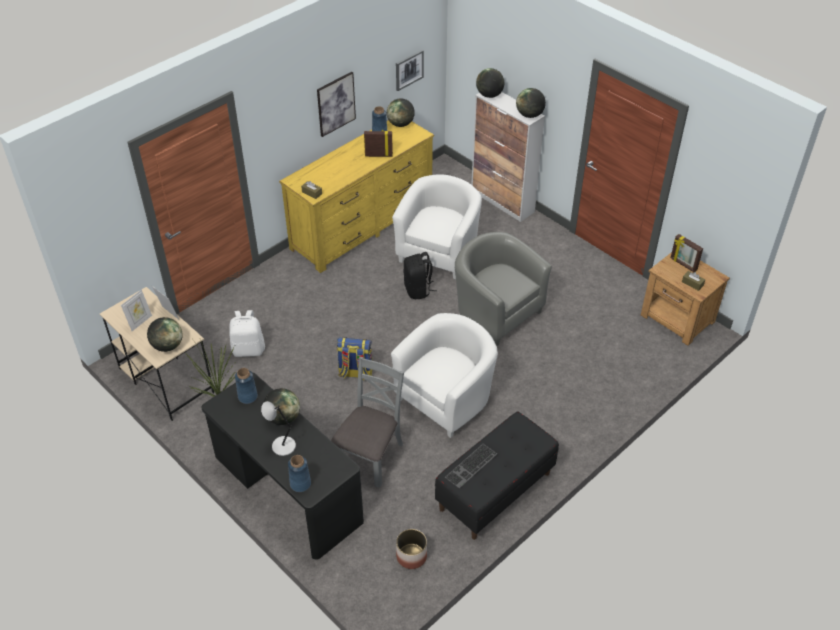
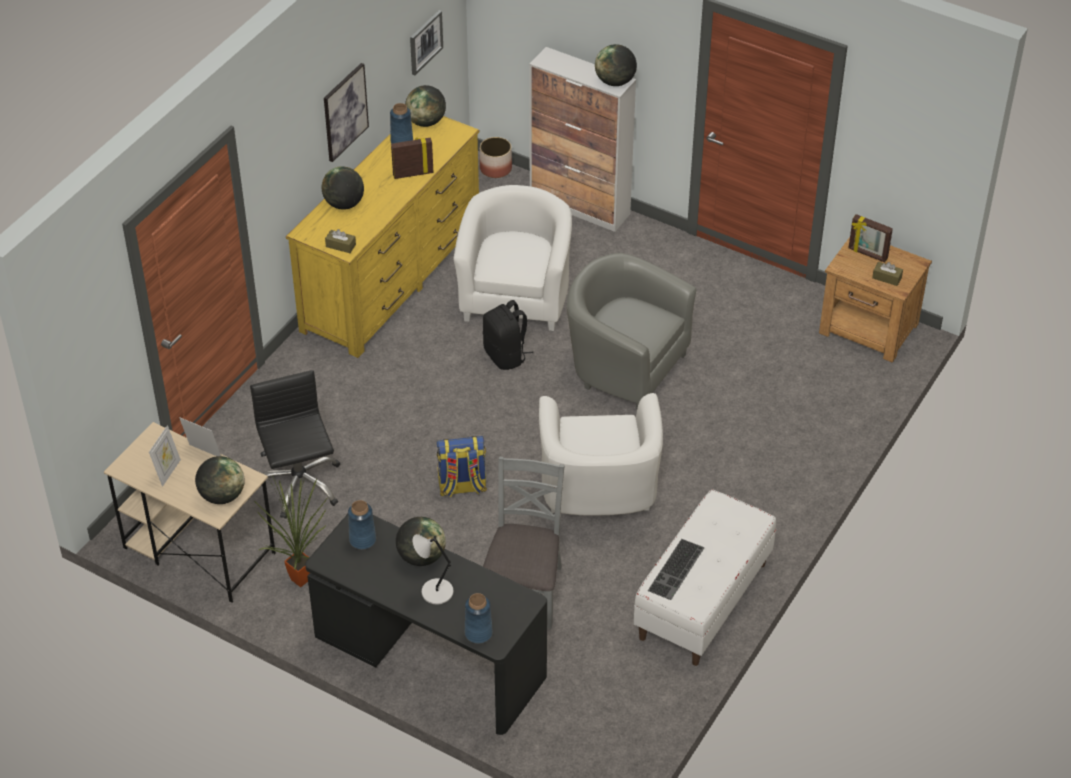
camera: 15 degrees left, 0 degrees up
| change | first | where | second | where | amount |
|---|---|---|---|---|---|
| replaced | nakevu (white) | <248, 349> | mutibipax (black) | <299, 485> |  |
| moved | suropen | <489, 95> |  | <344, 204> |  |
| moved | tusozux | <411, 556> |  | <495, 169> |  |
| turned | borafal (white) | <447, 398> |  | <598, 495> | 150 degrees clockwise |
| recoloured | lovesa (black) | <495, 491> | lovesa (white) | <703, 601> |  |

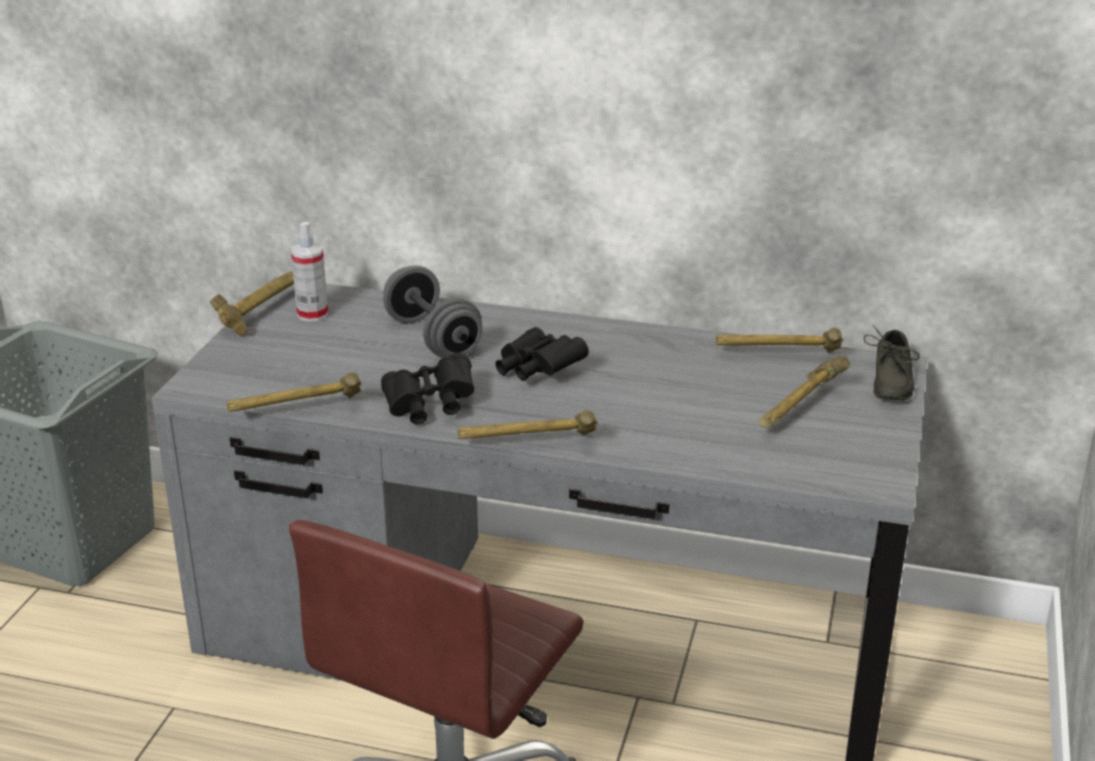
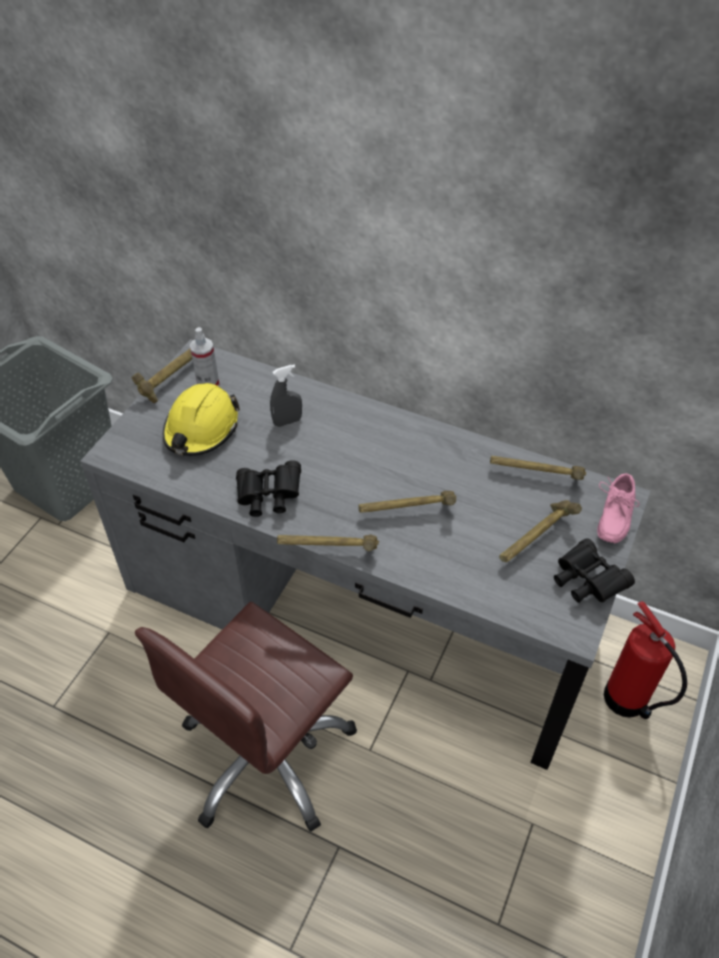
camera: 10 degrees right, 20 degrees up
| change | first | where | second | where | amount |
|---|---|---|---|---|---|
| added |  |  | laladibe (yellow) | <201, 429> |  |
| replaced | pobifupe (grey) | <433, 338> | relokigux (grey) | <287, 422> |  |
| moved | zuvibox | <296, 412> |  | <407, 511> |  |
| moved | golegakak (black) | <537, 370> |  | <586, 581> |  |
| recoloured | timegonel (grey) | <887, 383> | timegonel (pink) | <611, 516> |  |
| added |  |  | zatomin | <627, 701> |  |

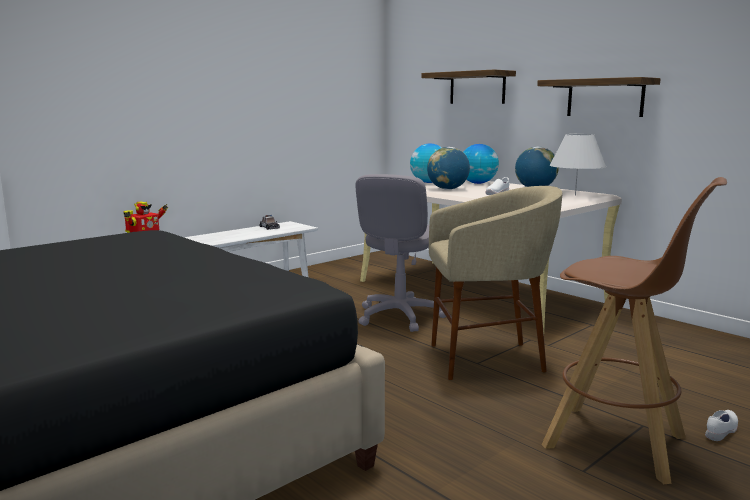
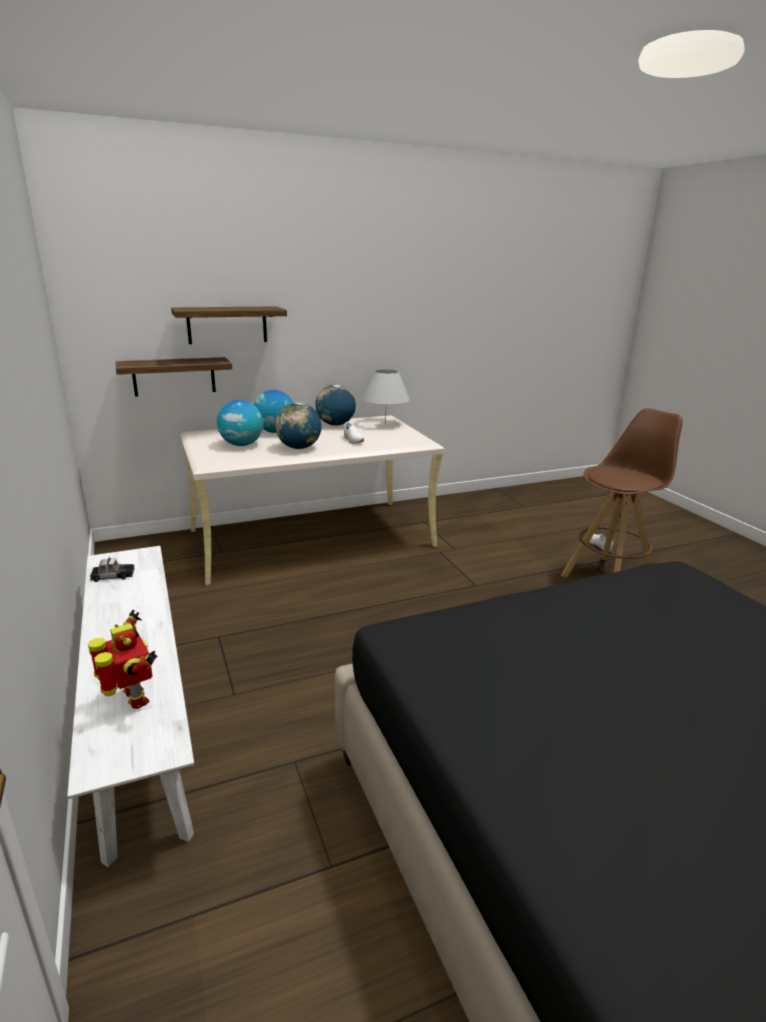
camera: 70 degrees left, 10 degrees up
| change | first | where | second | where | amount |
|---|---|---|---|---|---|
| moved | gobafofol | <605, 98> |  | <174, 376> |  |
| removed | mutibipax (grey) | <399, 316> |  |  |  |
| removed | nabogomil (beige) | <487, 359> |  |  |  |

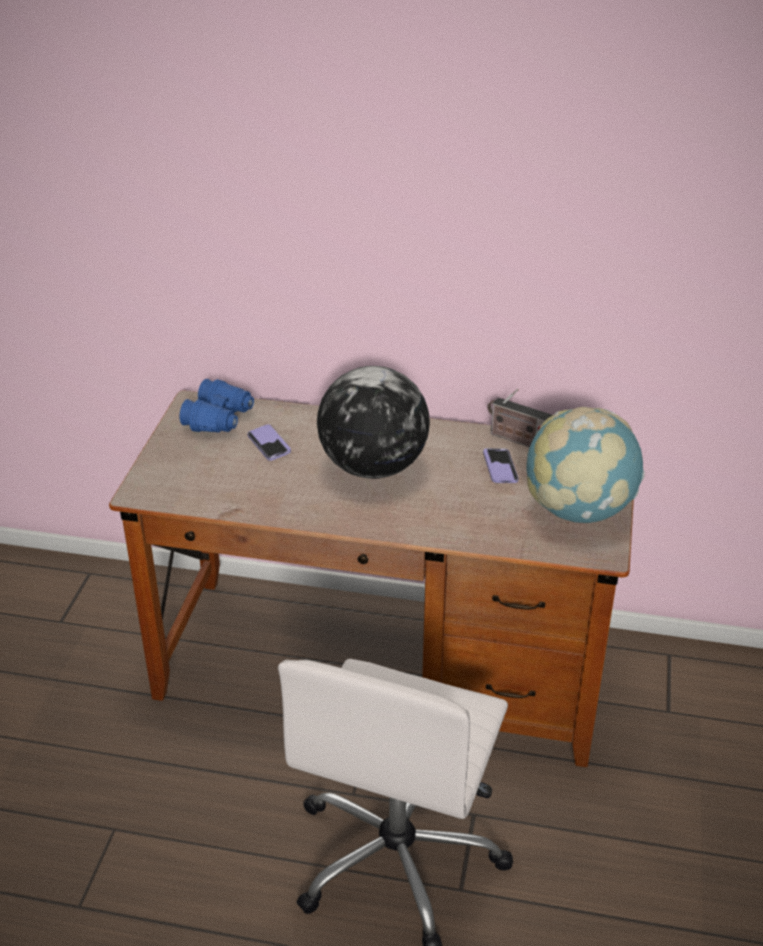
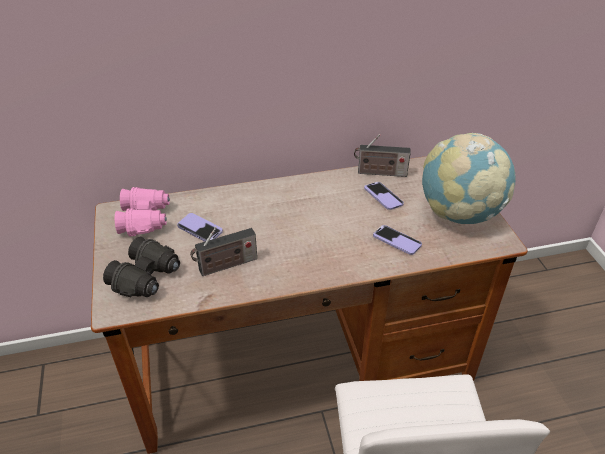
camera: 25 degrees left, 5 degrees up
| change | first | where | second | where | amount |
|---|---|---|---|---|---|
| added |  |  | golegakak (black) | <147, 277> |  |
| recoloured | golegakak (blue) | <220, 419> | golegakak (pink) | <145, 219> |  |
| added |  |  | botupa | <225, 266> |  |
| added |  |  | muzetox | <397, 241> |  |
| removed | suropen | <372, 467> |  |  |  |

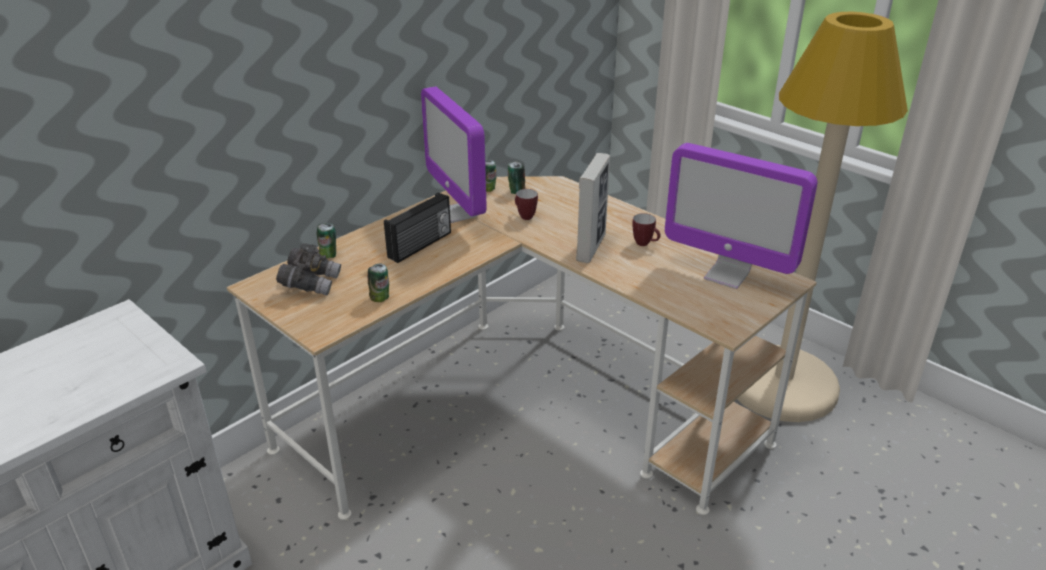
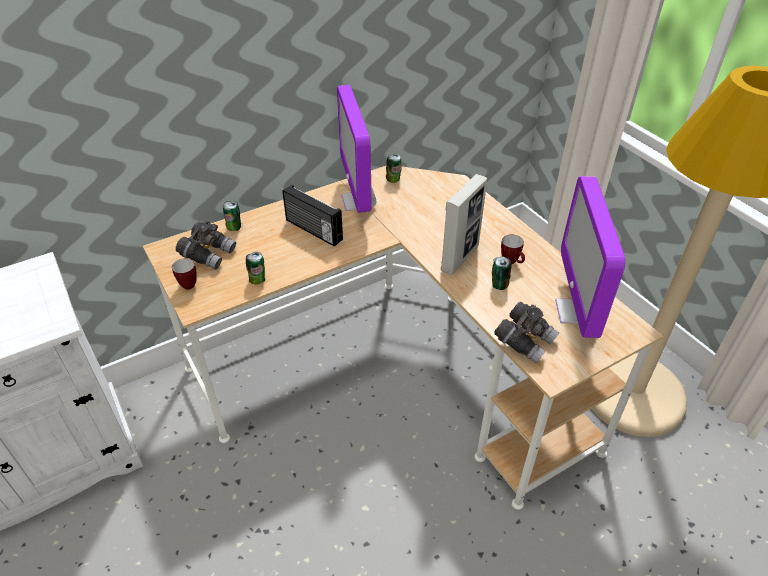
camera: 15 degrees right, 10 degrees up
| change | first | where | second | where | amount |
|---|---|---|---|---|---|
| moved | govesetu | <524, 216> |  | <187, 284> |  |
| turned | botupa | <421, 245> |  | <313, 230> | 75 degrees clockwise |
| moved | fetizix | <516, 191> |  | <498, 285> |  |
| added |  |  | golegakak (grey) | <524, 341> |  |
| turned | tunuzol | <727, 275> |  | <576, 312> | 45 degrees clockwise |

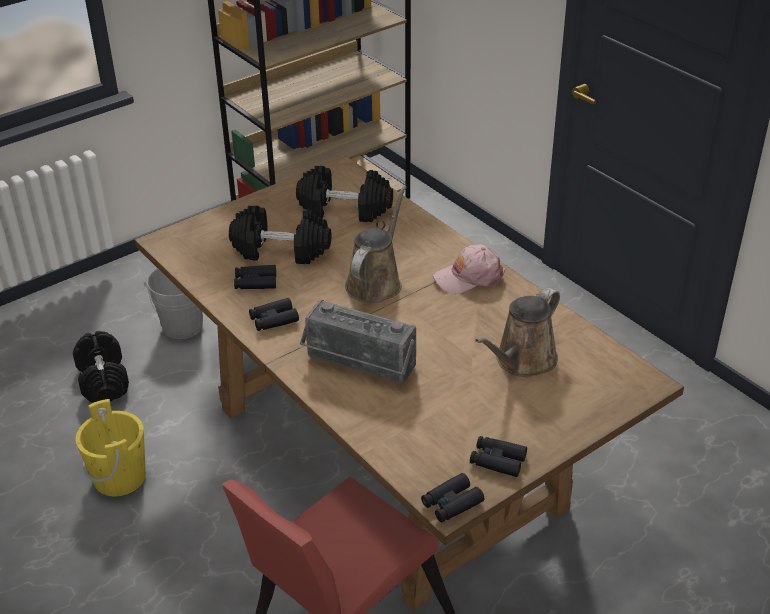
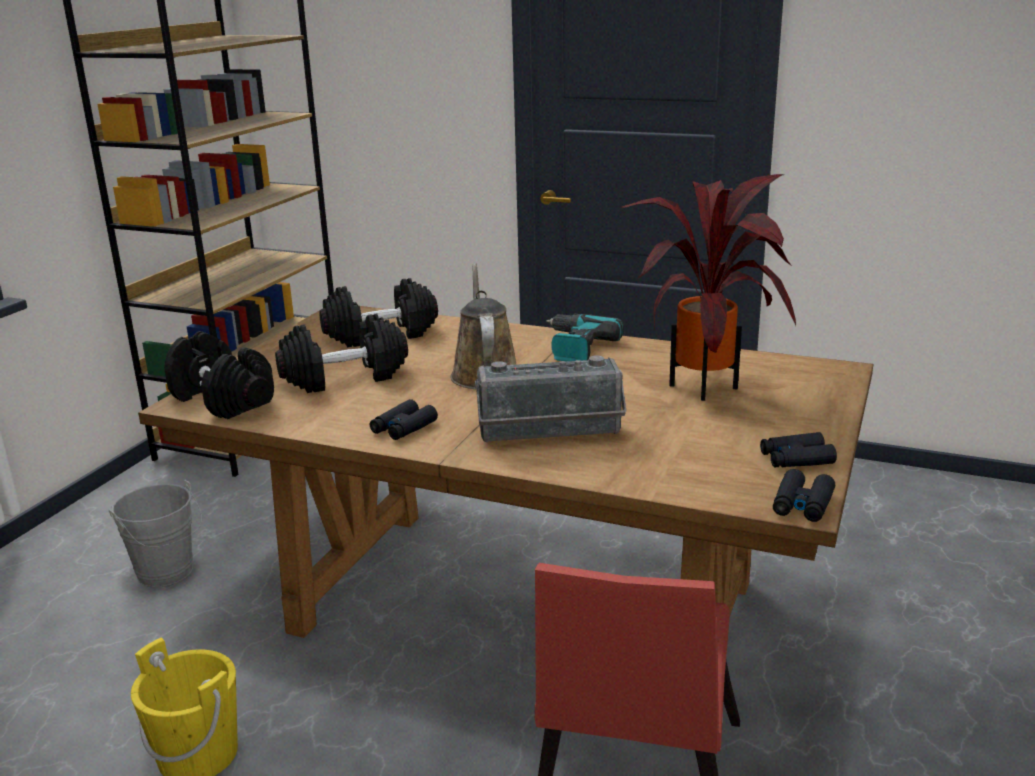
camera: 30 degrees left, 15 degrees down
| change | first | where | second | where | amount |
|---|---|---|---|---|---|
| moved | pobifupe (black) | <103, 380> |  | <221, 400> |  |
| replaced | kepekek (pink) | <469, 277> | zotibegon | <575, 348> |  |
| replaced | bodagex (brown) | <522, 361> | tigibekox | <711, 386> |  |
| removed | golegakak (black) | <255, 282> |  |  |  |

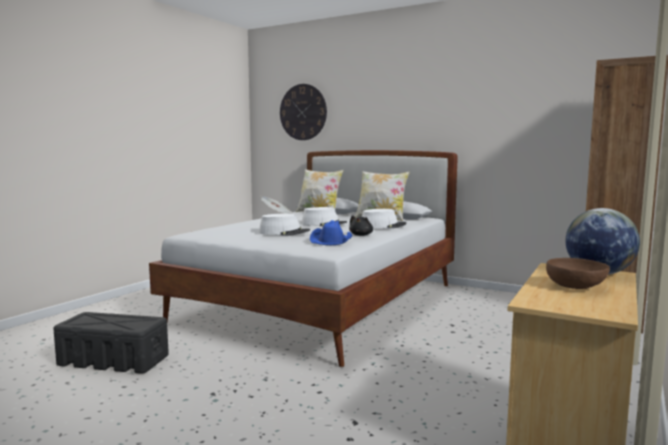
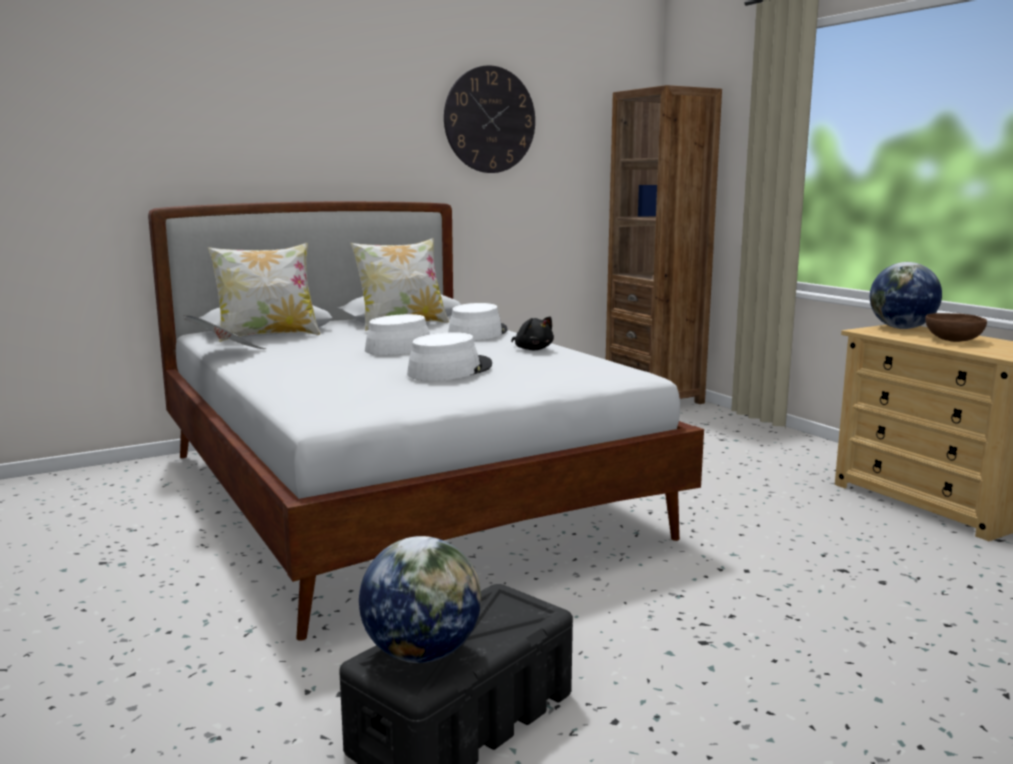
camera: 60 degrees left, 5 degrees up
| change | first | where | second | where | amount |
|---|---|---|---|---|---|
| added |  |  | suropen | <422, 653> |  |
| moved | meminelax | <303, 112> |  | <489, 120> |  |
| removed | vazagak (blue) | <331, 241> |  |  |  |

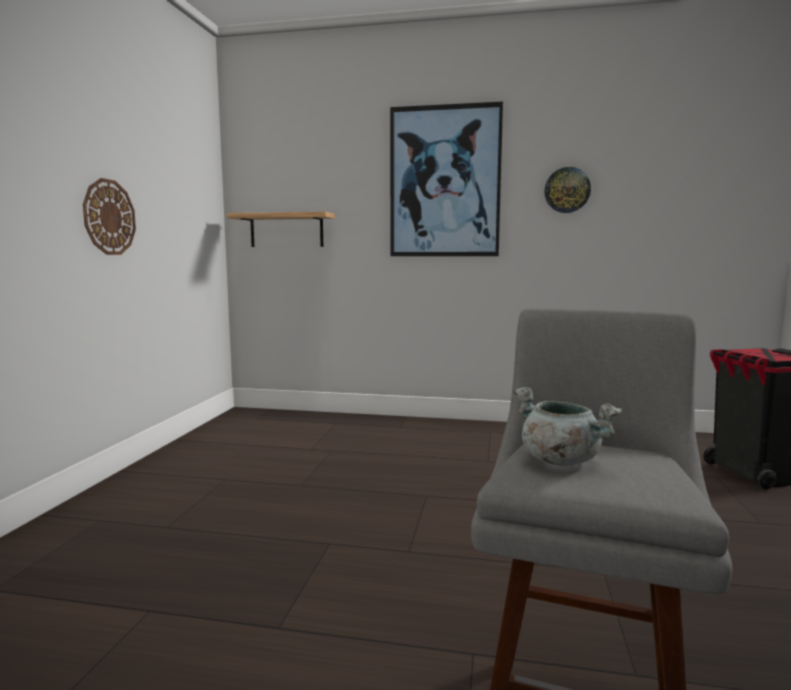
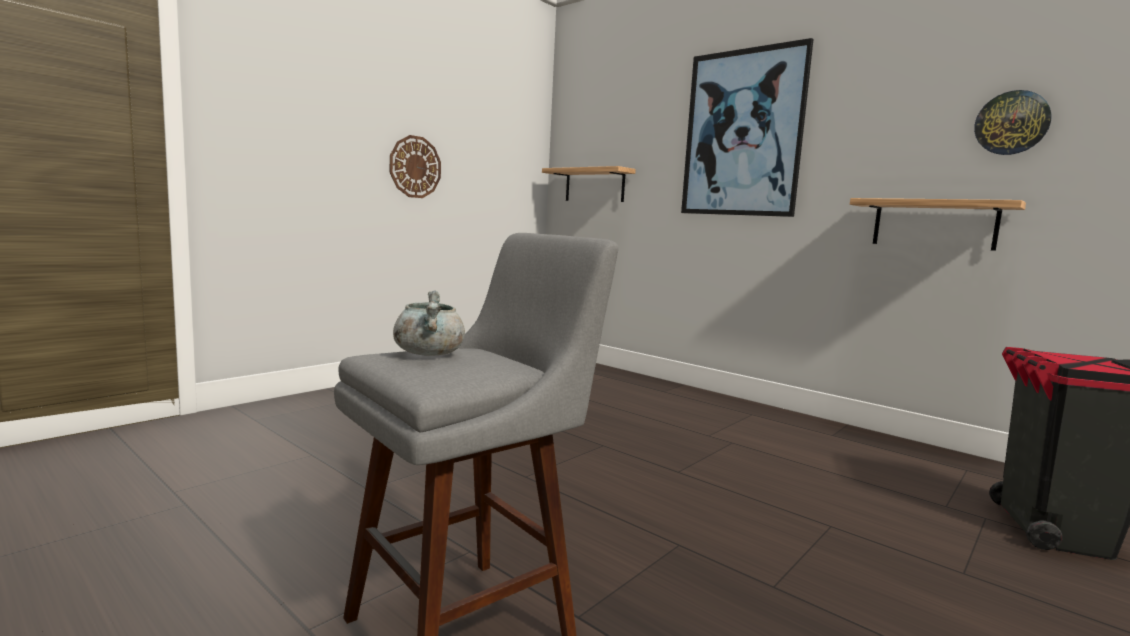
camera: 30 degrees right, 0 degrees up
| change | first | where | second | where | amount |
|---|---|---|---|---|---|
| added |  |  | gobafofol | <934, 224> |  |
| moved | meminelax | <567, 190> |  | <1011, 123> |  |

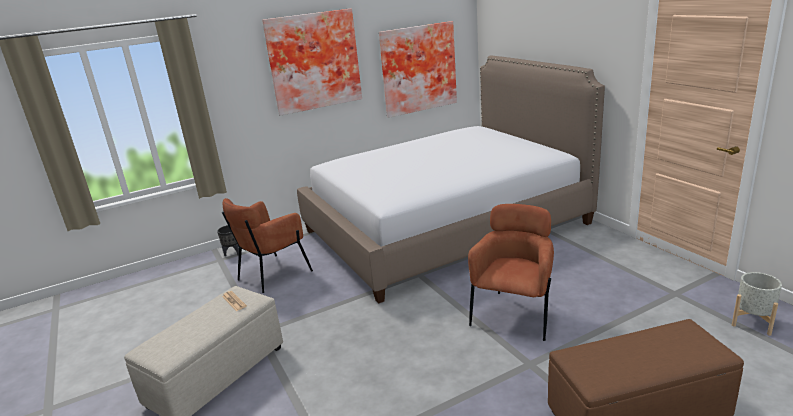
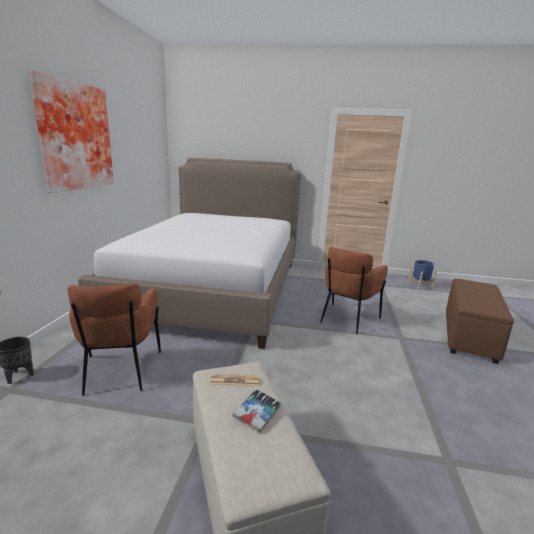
camera: 55 degrees left, 5 degrees down
| change | first | where | second | where | amount |
|---|---|---|---|---|---|
| added |  |  | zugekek | <257, 414> |  |
| turned | borafal (brown) | <514, 314> |  | <347, 319> | 120 degrees counterclockwise |
| recoloured | tusozux (grey) | <752, 322> | tusozux (blue) | <420, 286> |  |
| removed | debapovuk | <417, 68> |  |  |  |

